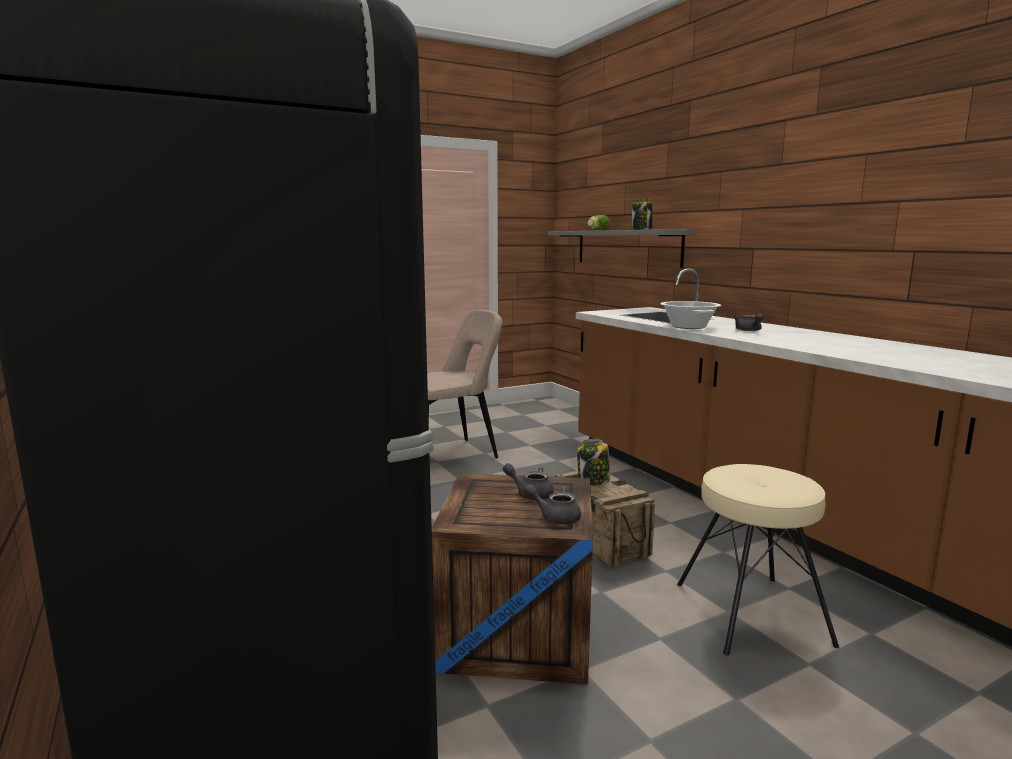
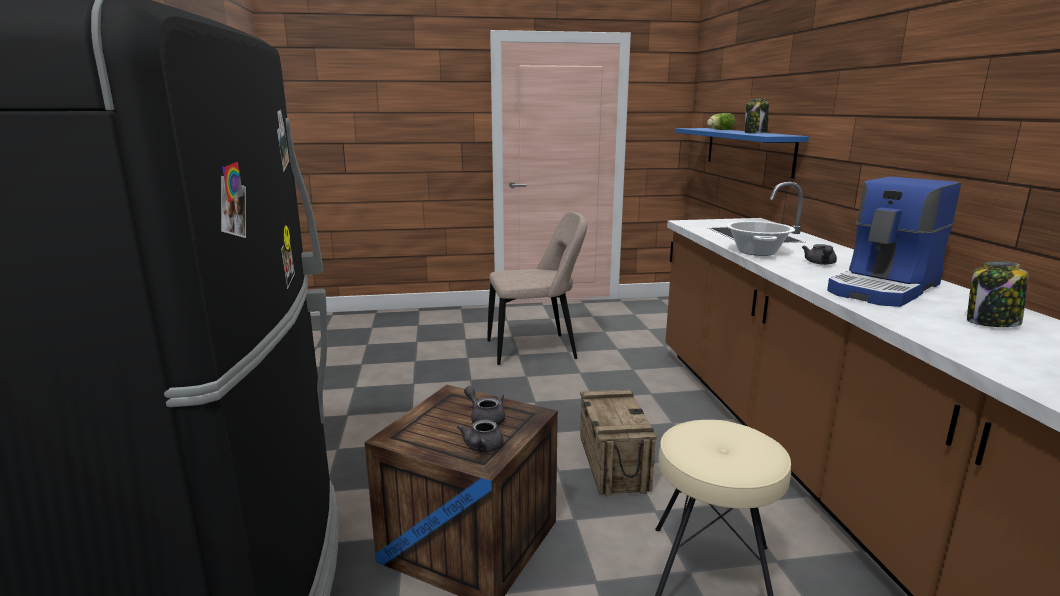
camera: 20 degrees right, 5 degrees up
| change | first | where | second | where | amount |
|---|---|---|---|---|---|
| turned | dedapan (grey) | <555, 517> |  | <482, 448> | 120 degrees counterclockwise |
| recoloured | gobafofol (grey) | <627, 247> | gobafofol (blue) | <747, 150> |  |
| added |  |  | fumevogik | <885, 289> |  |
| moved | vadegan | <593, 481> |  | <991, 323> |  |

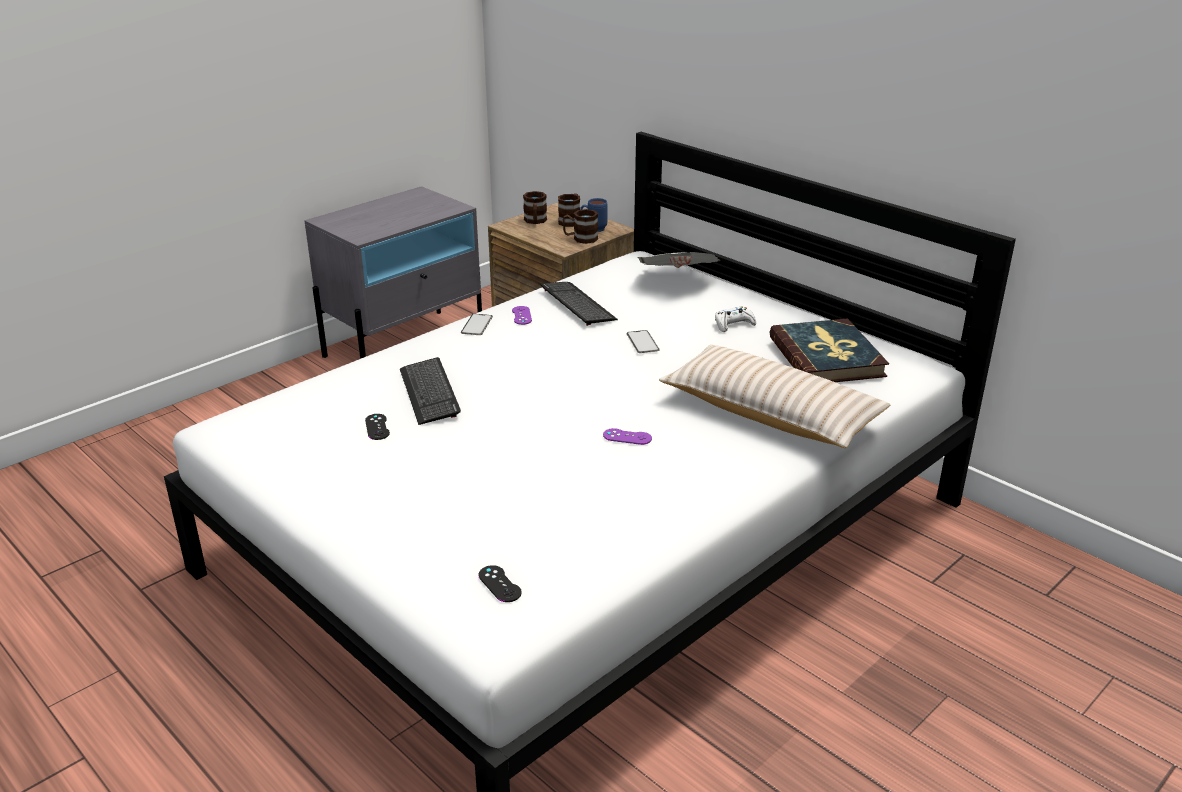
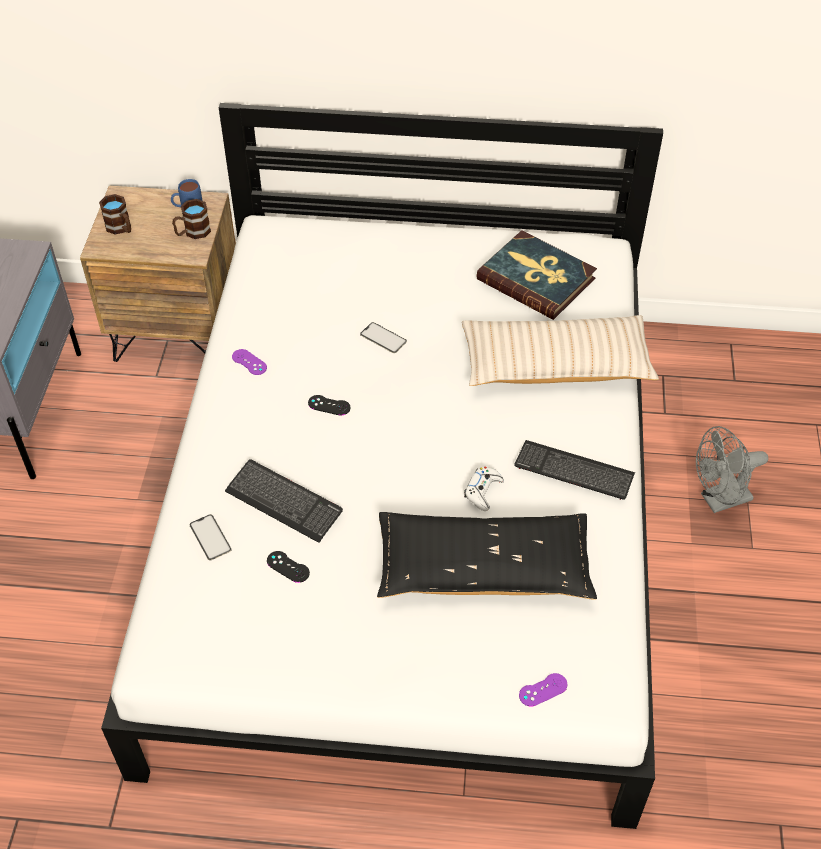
camera: 40 degrees left, 20 degrees up
| change | first | where | second | where | amount |
|---|---|---|---|---|---|
| moved | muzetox | <477, 325> |  | <210, 537> |  |
| moved | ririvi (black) | <499, 584> |  | <329, 405> |  |
| added |  |  | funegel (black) | <483, 568> |  |
| moved | ririvi (white) | <733, 324> |  | <483, 491> |  |
| moved | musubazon | <577, 304> |  | <574, 471> |  |
| moved | ririvi (purple) | <627, 437> |  | <543, 690> |  |
| added |  |  | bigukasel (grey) | <719, 500> |  |
| removed | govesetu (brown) | <571, 220> |  |  |  |
| removed | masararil | <677, 281> |  |  |  |

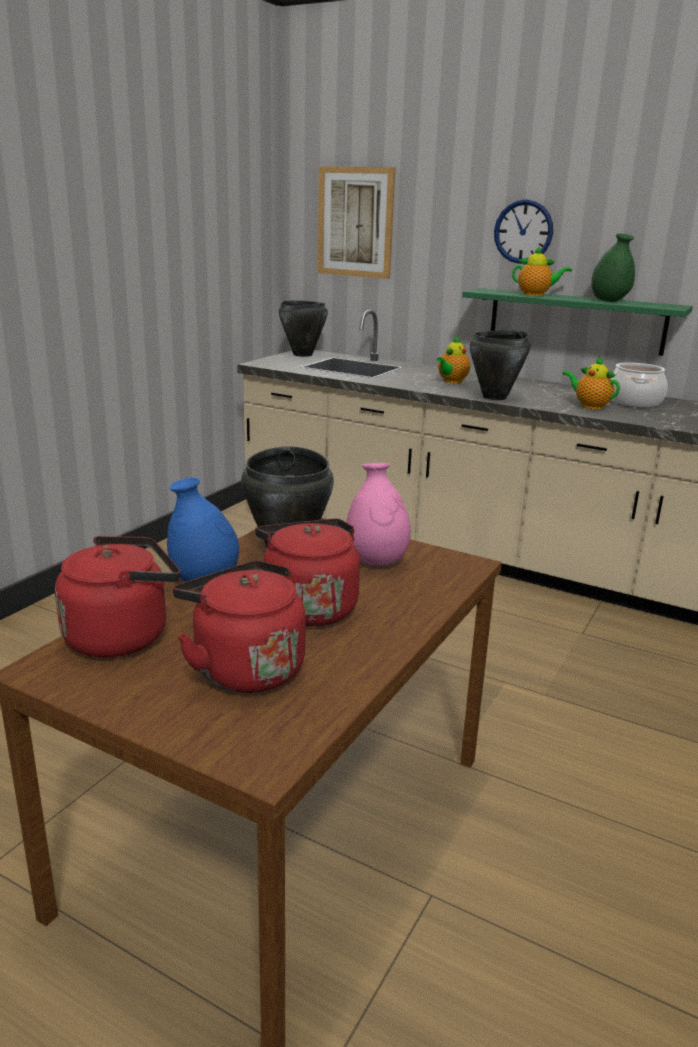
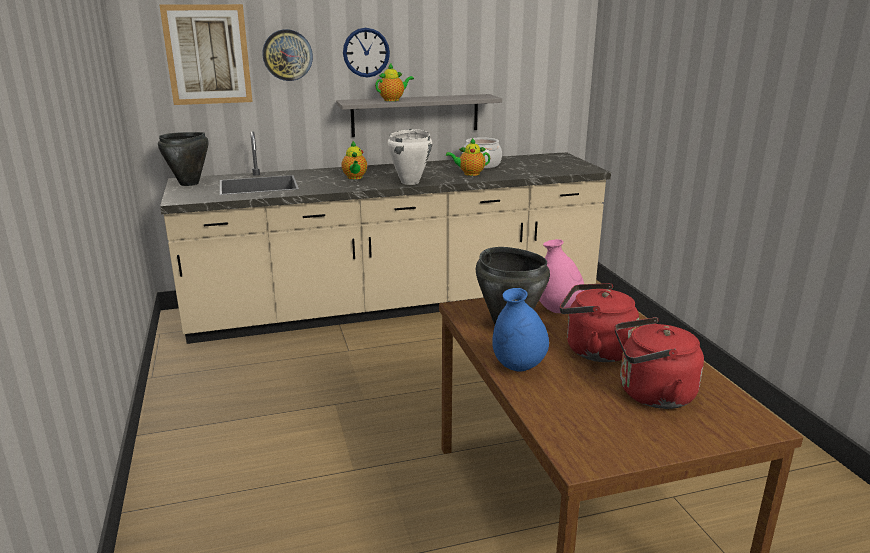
camera: 45 degrees left, 0 degrees up
| change | first | where | second | where | amount |
|---|---|---|---|---|---|
| added |  |  | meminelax | <287, 55> |  |
| recoloured | gobafofol (green) | <576, 321> | gobafofol (grey) | <415, 115> |  |
| recoloured | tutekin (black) | <495, 397> | tutekin (white) | <410, 182> |  |
| removed | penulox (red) | <123, 635> |  |  |  |
| removed | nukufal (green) | <609, 301> |  |  |  |

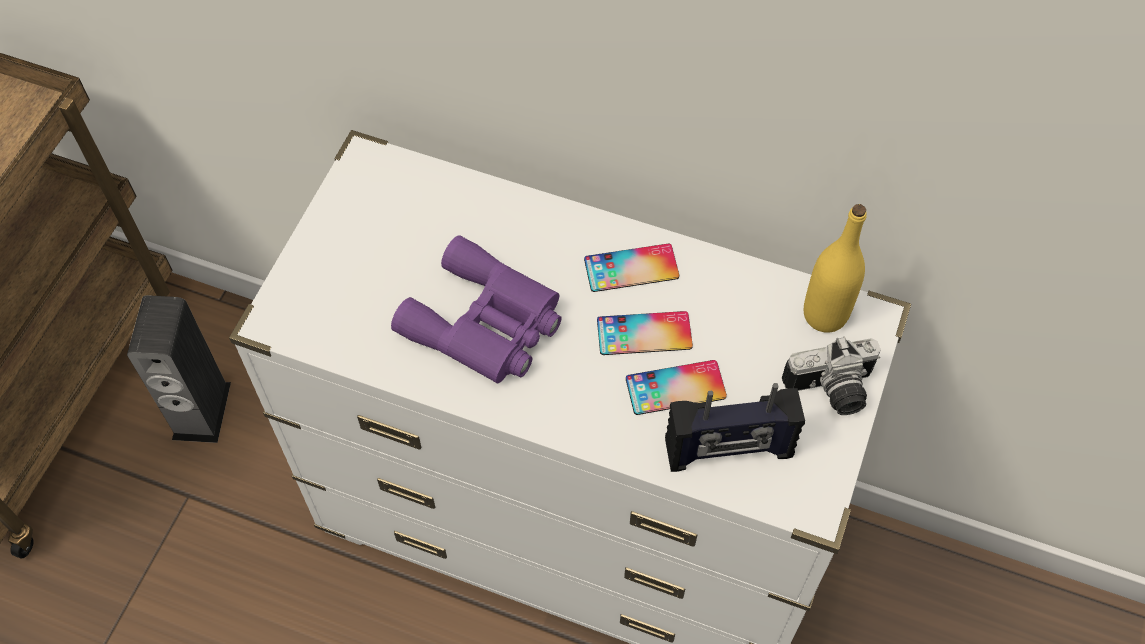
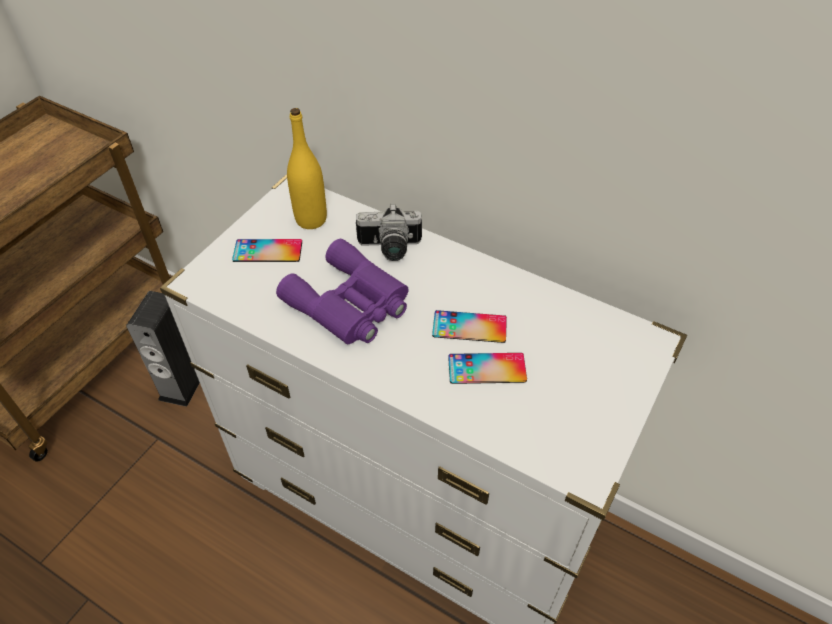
camera: 10 degrees right, 10 degrees down
| change | first | where | second | where | amount |
|---|---|---|---|---|---|
| moved | muzetox | <631, 268> |  | <268, 251> |  |
| moved | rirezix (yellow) | <825, 315> |  | <311, 219> |  |
| moved | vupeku | <832, 392> |  | <389, 249> |  |
| removed | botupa | <728, 450> |  |  |  |

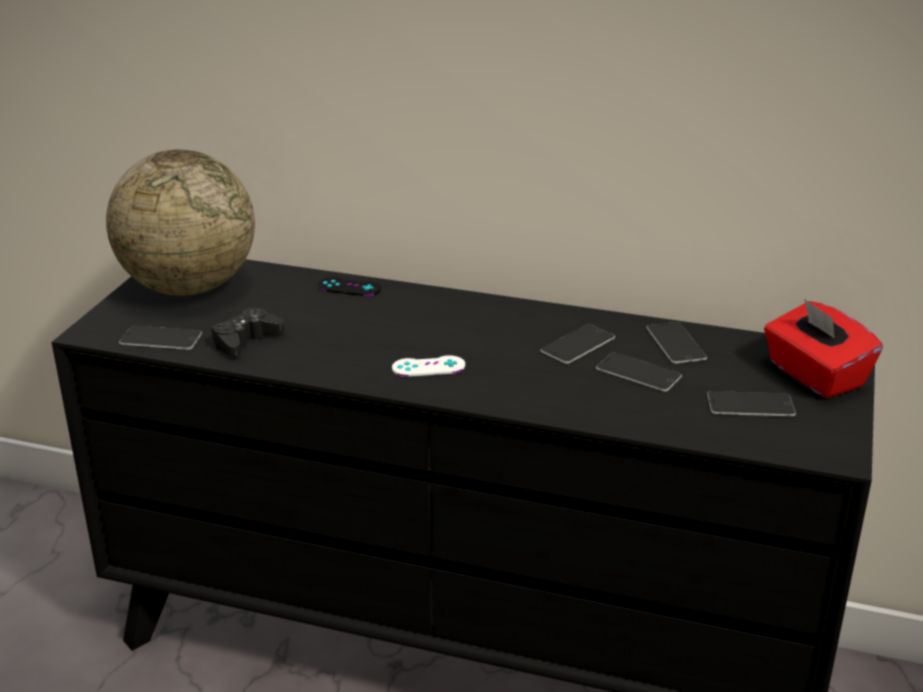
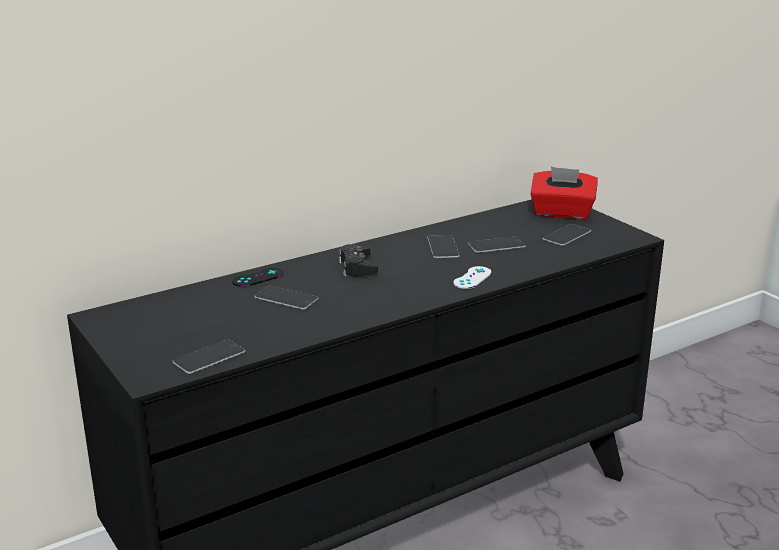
camera: 50 degrees left, 5 degrees down
| change | first | where | second | where | amount |
|---|---|---|---|---|---|
| moved | muzetox | <675, 343> |  | <286, 298> |  |
| moved | ririvi (black) | <246, 340> |  | <357, 267> |  |
| moved | ririvi (white) | <428, 367> |  | <472, 278> |  |
| removed | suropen | <189, 287> |  |  |  |

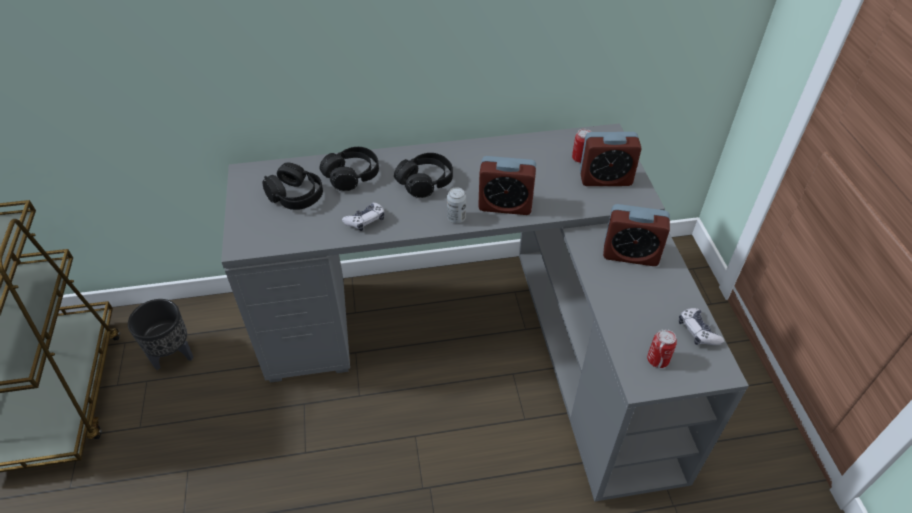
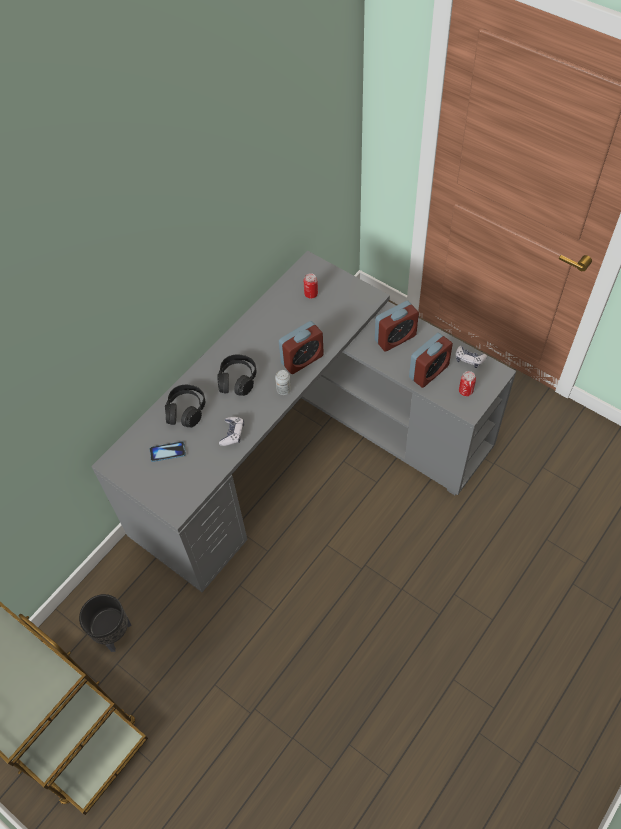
camera: 40 degrees left, 10 degrees up
| change | first | where | second | where | amount |
|---|---|---|---|---|---|
| replaced | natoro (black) | <296, 196> | muzetox | <167, 452> |  |
| moved | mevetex | <605, 179> |  | <428, 372> |  |

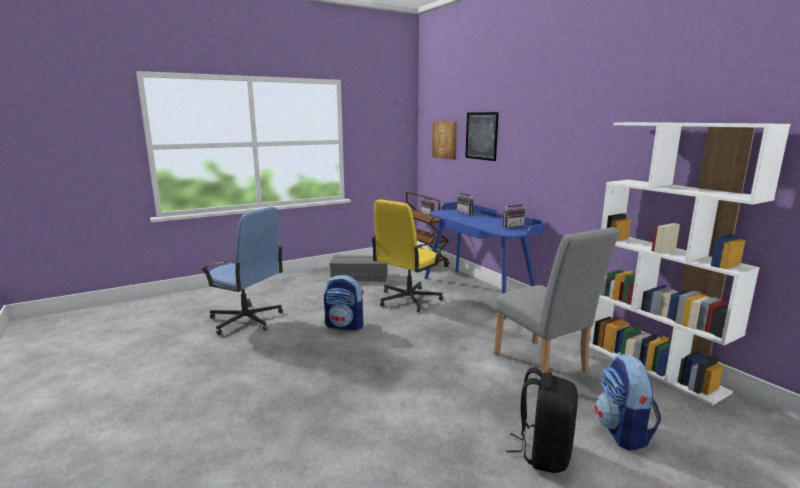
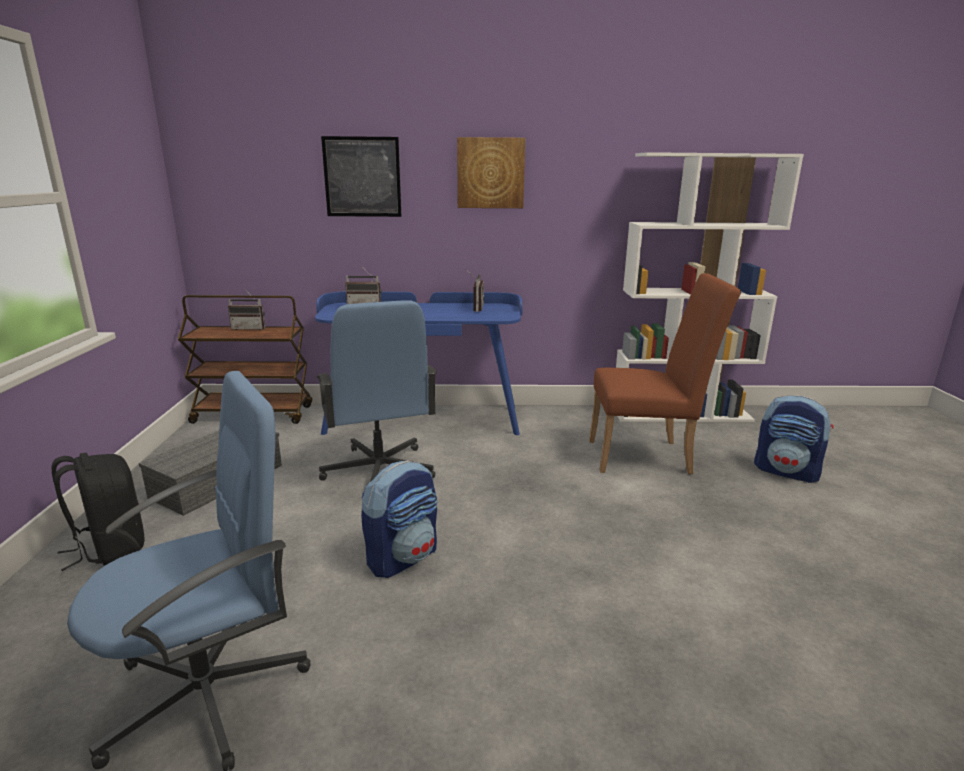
camera: 60 degrees left, 5 degrees up
| change | first | where | second | where | amount |
|---|---|---|---|---|---|
| moved | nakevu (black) | <543, 453> |  | <110, 548> |  |
| recoloured | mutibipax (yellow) | <408, 299> | mutibipax (blue) | <379, 471> |  |
| moved | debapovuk | <445, 139> |  | <490, 173> |  |
| recoloured | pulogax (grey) | <544, 365> | pulogax (brown) | <647, 456> |  |

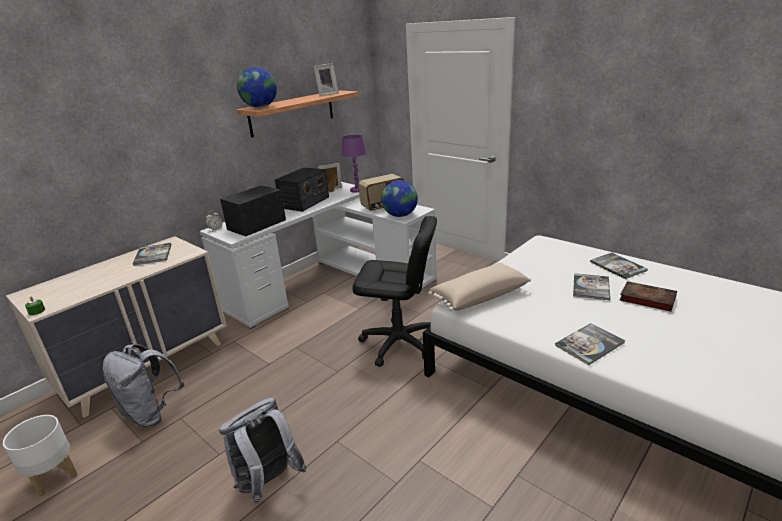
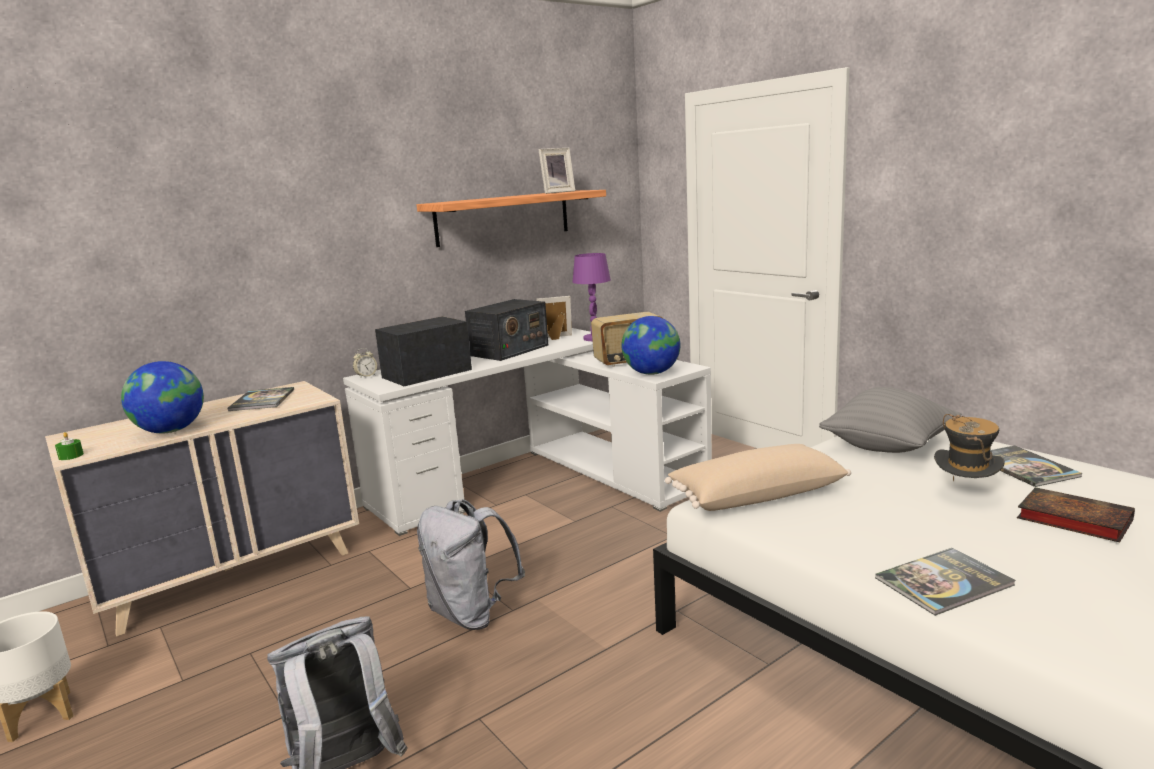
camera: 10 degrees right, 10 degrees down
| change | first | where | second | where | amount |
|---|---|---|---|---|---|
| moved | suropen | <260, 107> |  | <171, 431> |  |
| moved | nakevu (grey) | <152, 413> |  | <472, 614> |  |
| added |  |  | funegel (grey) | <888, 447> |  |
| replaced | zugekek | <591, 287> | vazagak | <965, 495> |  |
| removed | mutibipax (black) | <399, 343> |  |  |  |

